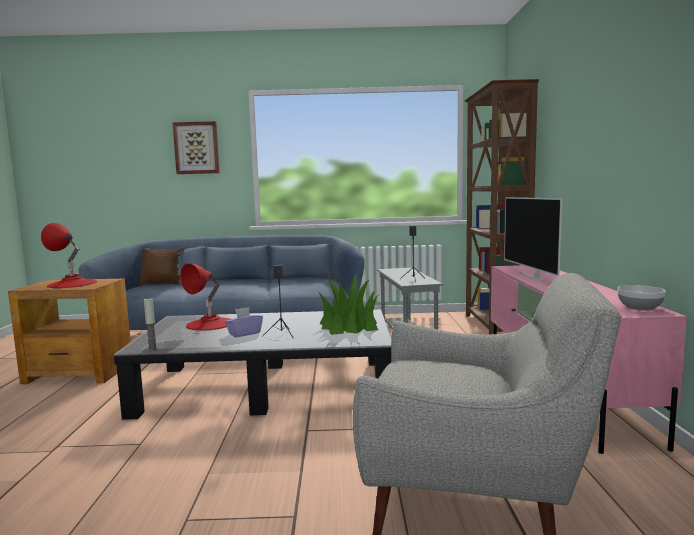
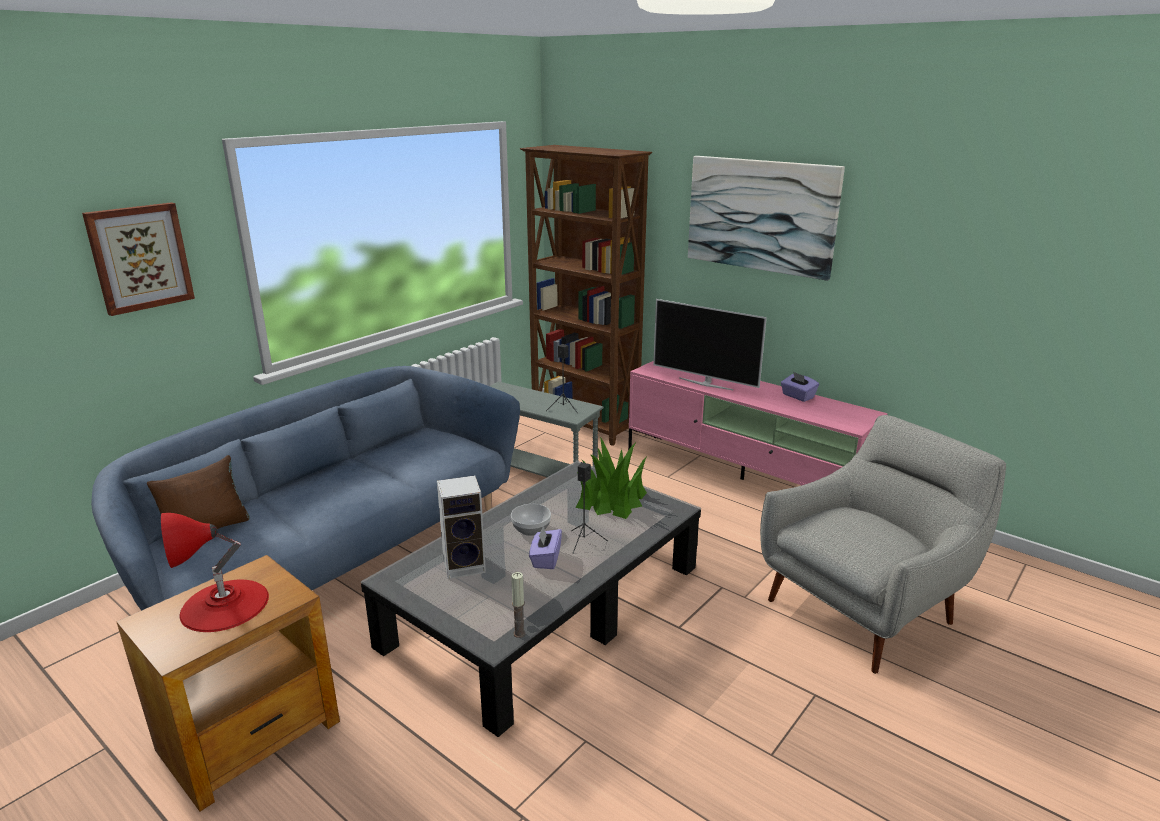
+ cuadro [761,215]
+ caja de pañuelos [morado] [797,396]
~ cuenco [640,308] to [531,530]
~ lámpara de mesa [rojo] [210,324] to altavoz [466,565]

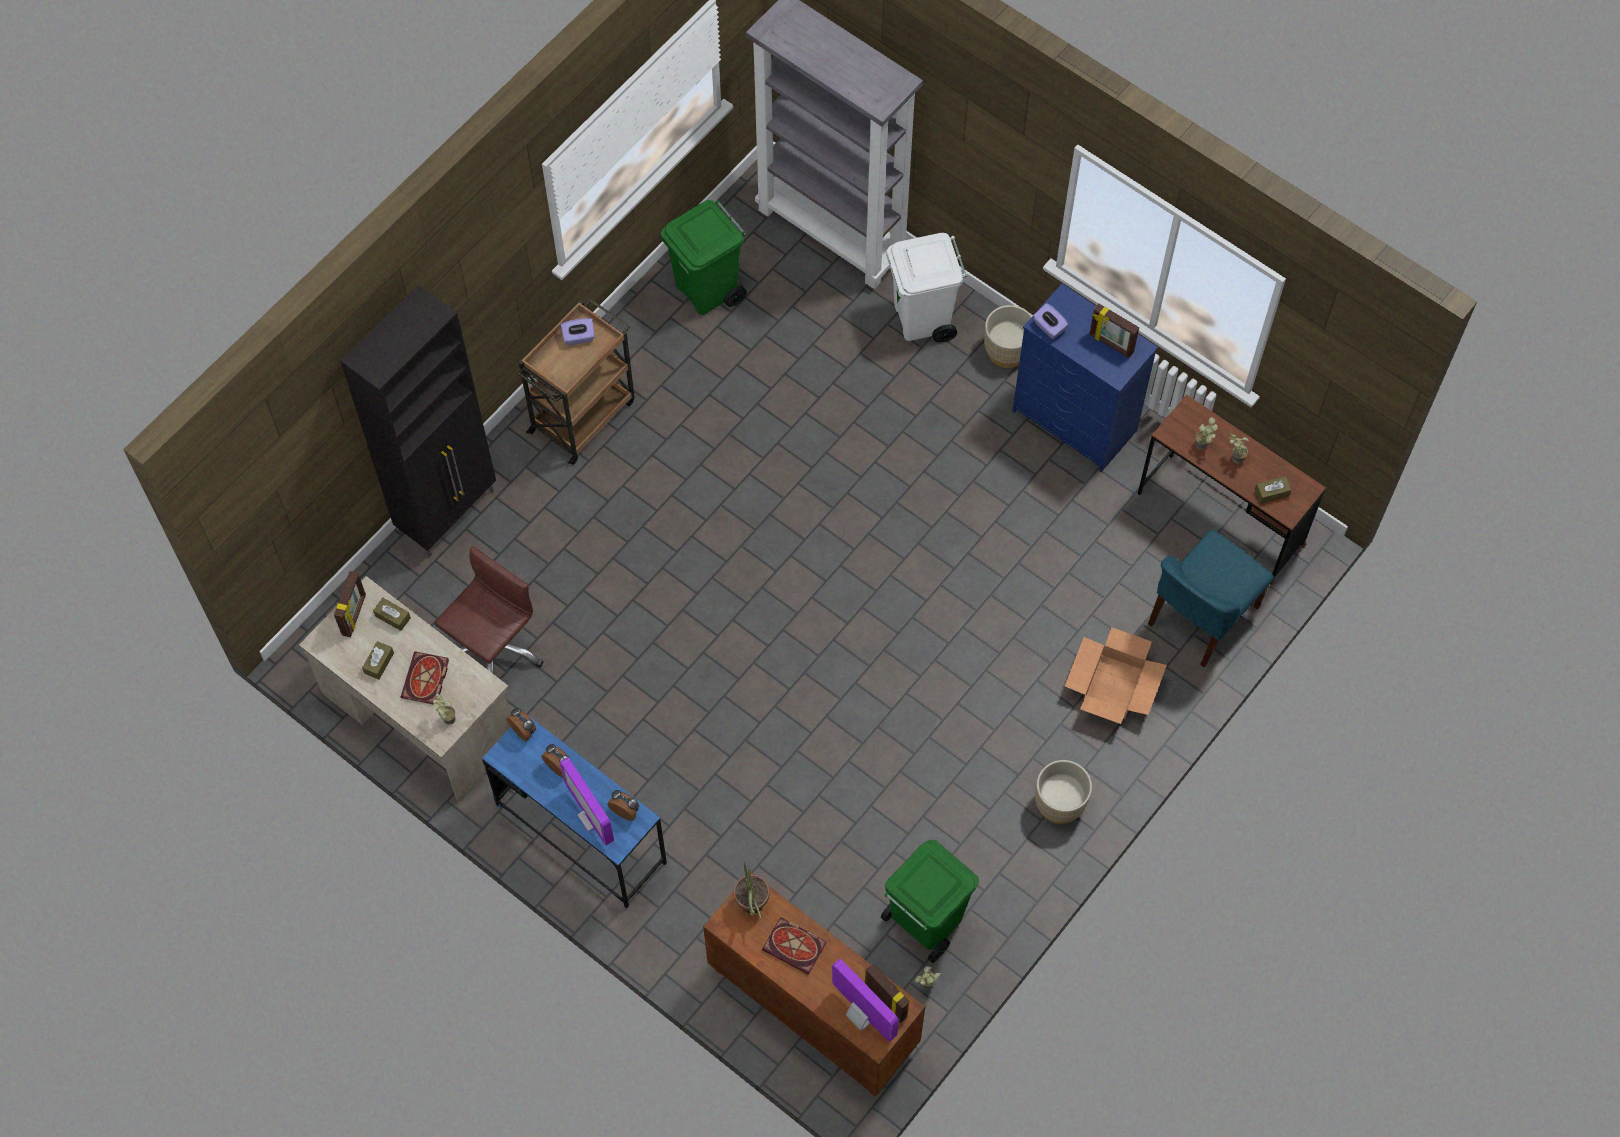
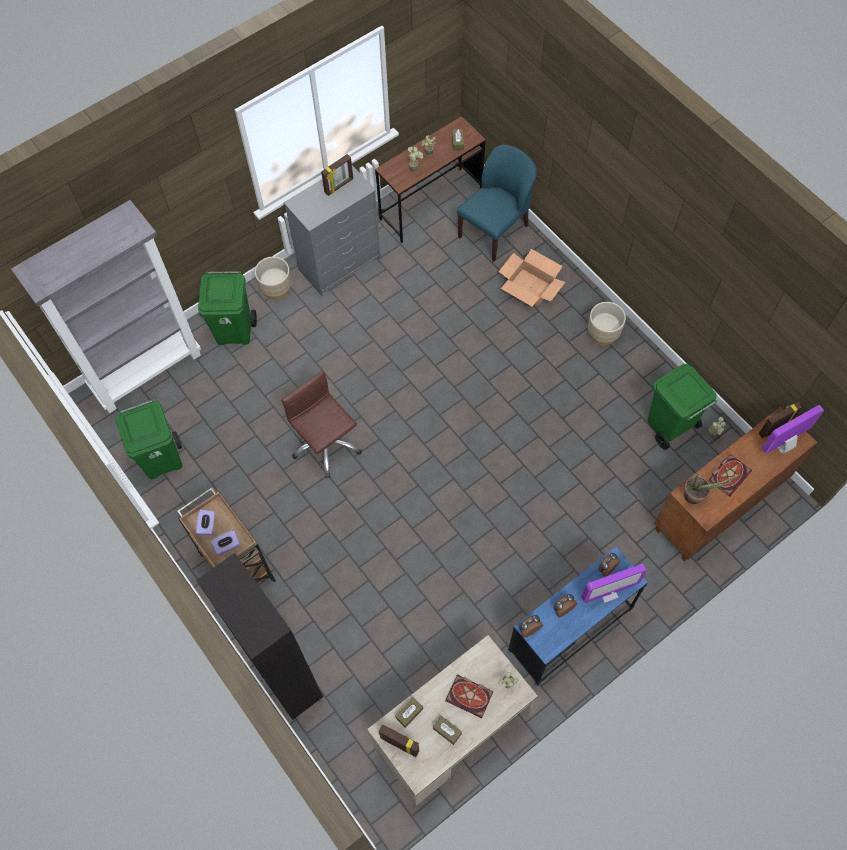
~ silla de oficina [marrón] [493,649] to [326,445]
~ caja de pañuelos [morado] [1049,327] to [227,546]
~ papelera [blanco] [922,319] to papelera [verde] [235,331]
~ cómoda [azul] [1075,421] to cómoda [gris] [340,263]
~ silla [azul] [1201,617] = [494,230] 105 degrees counterclockwise

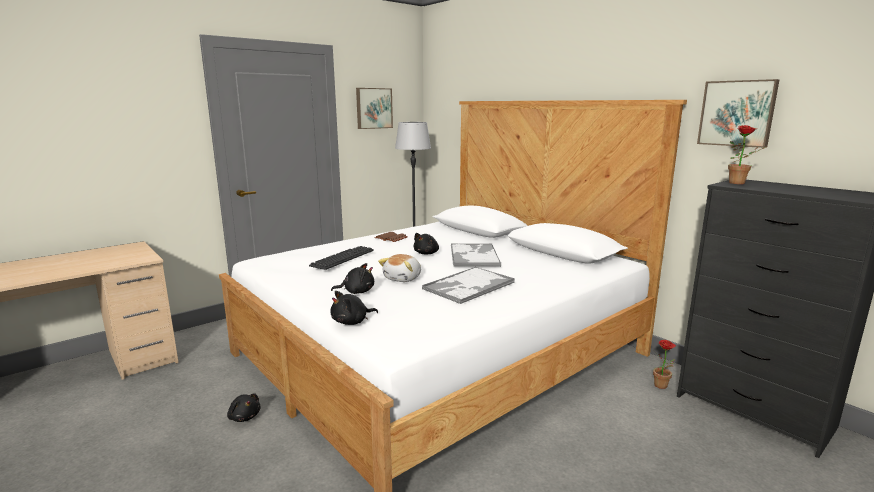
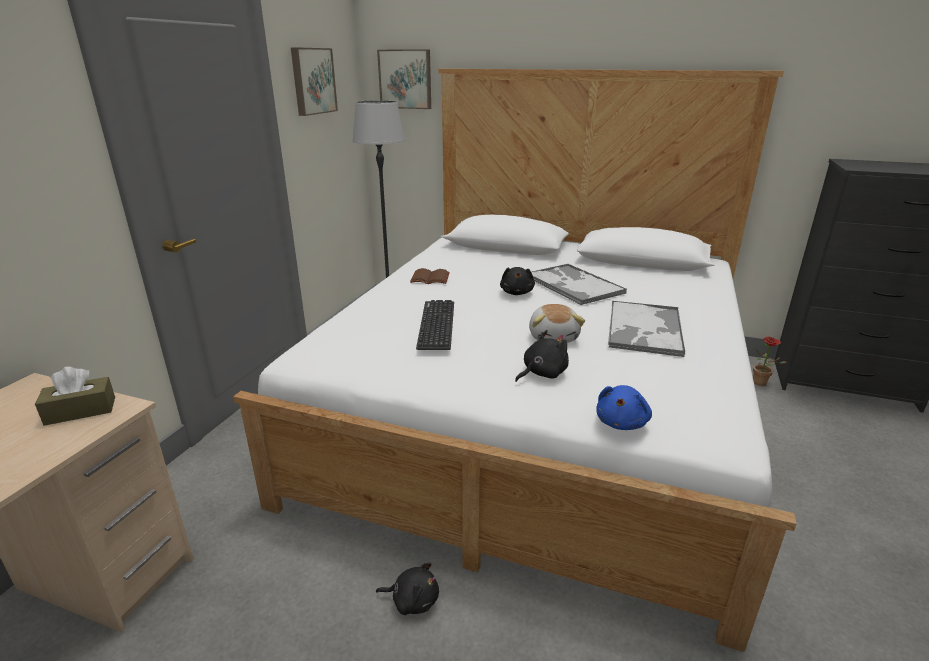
- planta en maceta [740,183]
+ caja de pañuelos [marrón] [80,411]
~ cuadro [737,113] to [406,79]
~ peluche [negro] [352,322] to peluche [azul] [622,422]

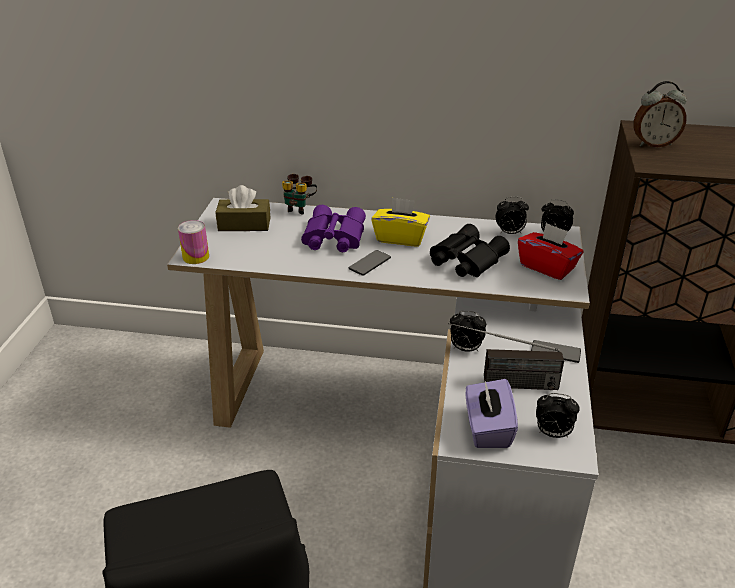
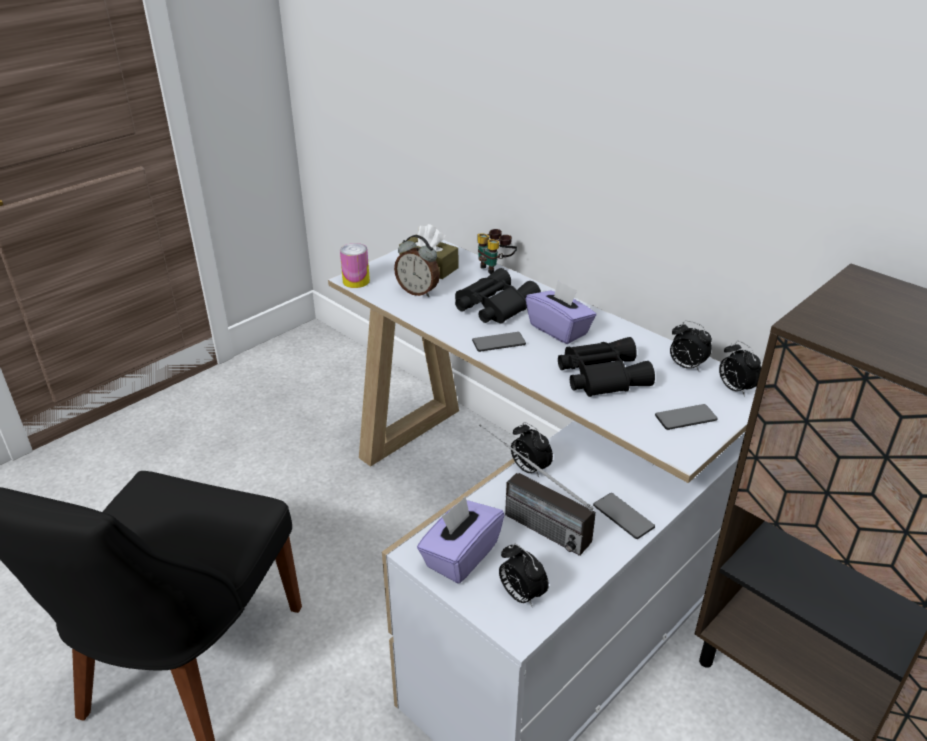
~ despertador [653,144] to [418,291]
~ caja de pañuelos [rojo] [547,267] to móvil [685,418]
~ prismáticos [morado] [332,238] to prismáticos [negro] [493,306]
~ caja de pañuelos [amarillo] [400,238] to caja de pañuelos [morado] [559,329]

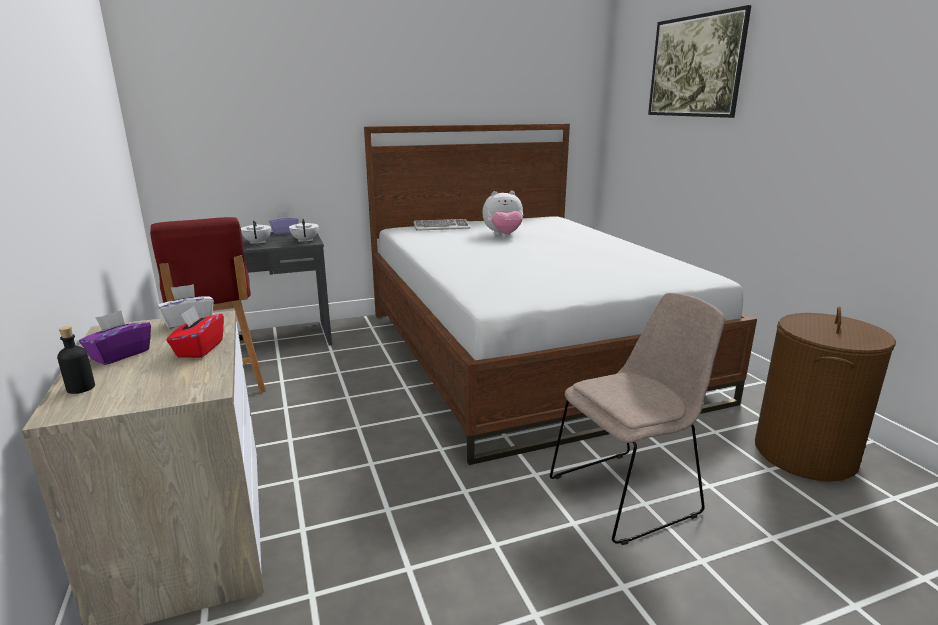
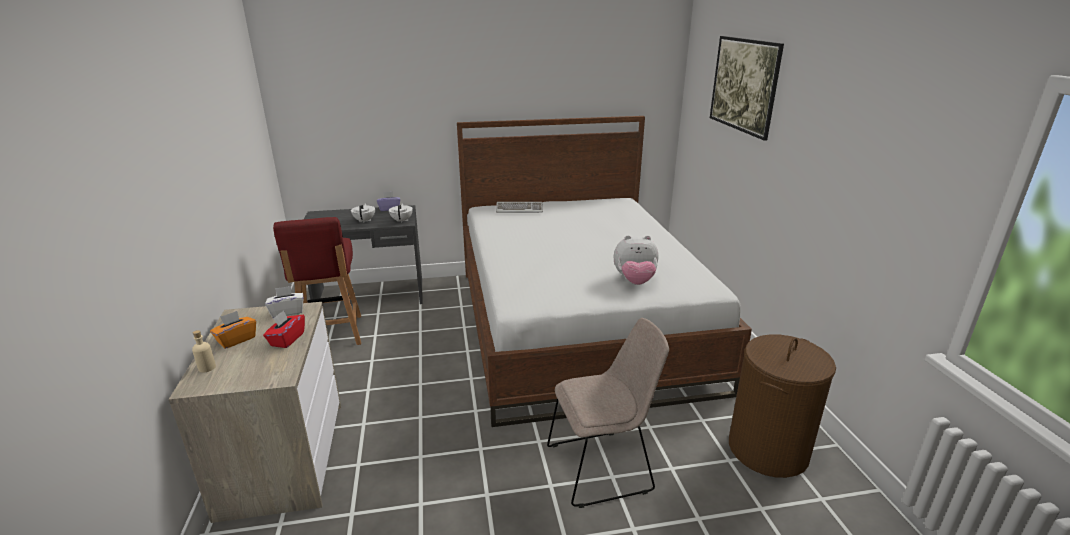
~ peluche [503,235] to [634,281]
~ botella [negro] [81,388] to botella [beis] [207,368]
~ caja de pañuelos [morado] [120,355] to caja de pañuelos [naranja] [236,340]

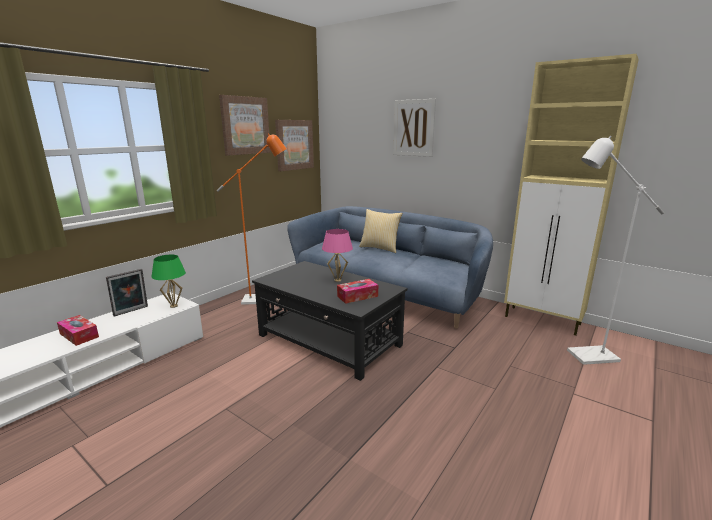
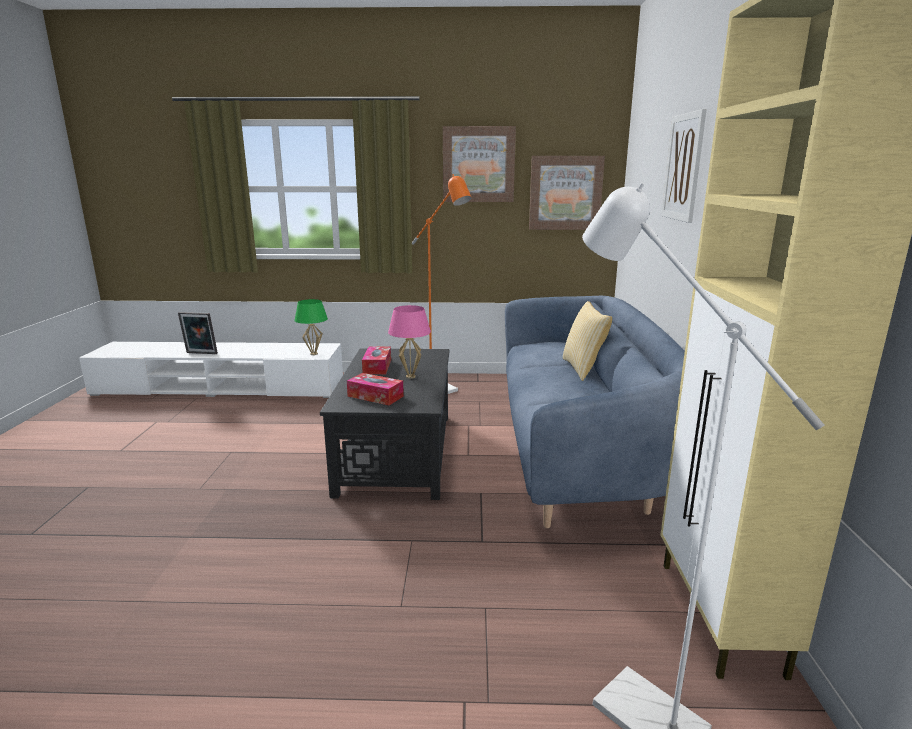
~ caja de pañuelos [79,335] to [377,367]
~ portarretratos [131,311] to [201,353]

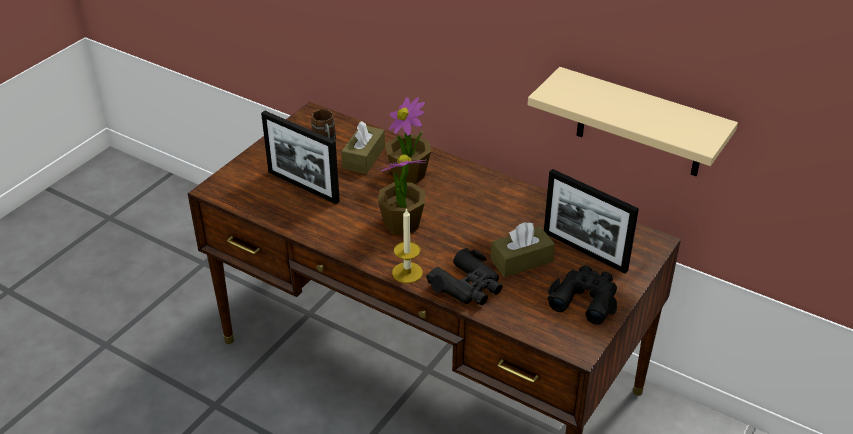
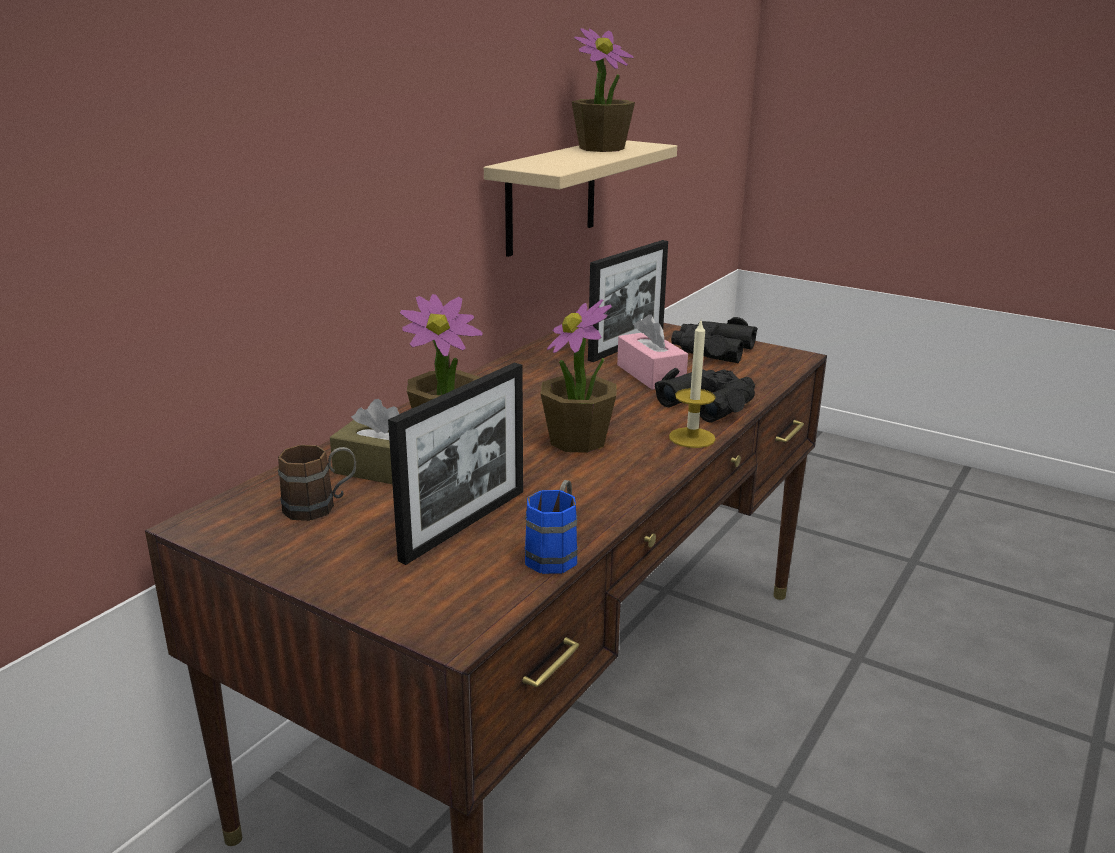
+ taza grande [azul] [555,552]
+ planta en maceta [602,148]
~ caja de pañuelos [marrón] [521,261] to caja de pañuelos [rosa] [650,374]

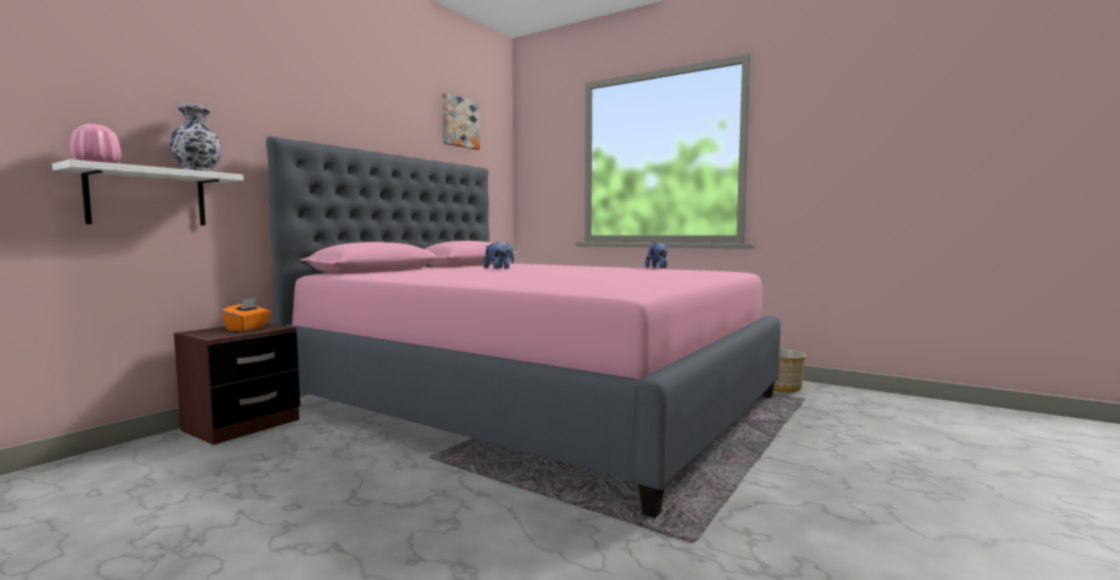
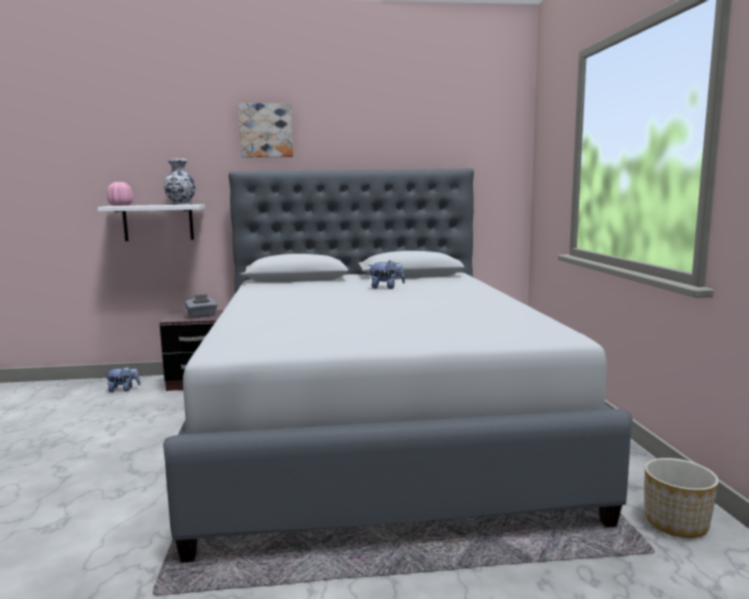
~ cuadro [459,122] to [266,130]
~ peluche [658,268] to [123,389]
~ caja de pañuelos [naranja] [248,328] to caja de pañuelos [gris] [202,315]
~ cama [rosa] [533,401] to cama [gris] [375,427]

